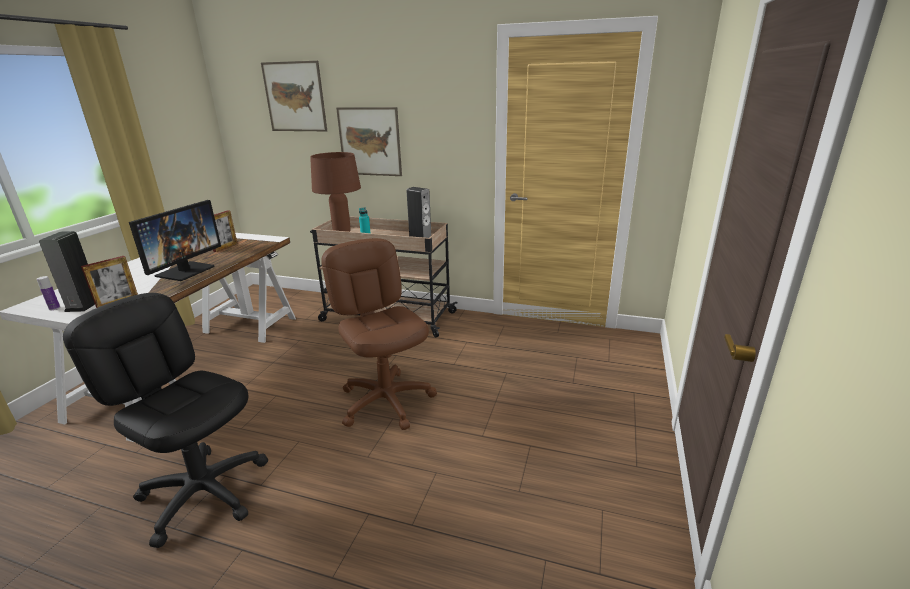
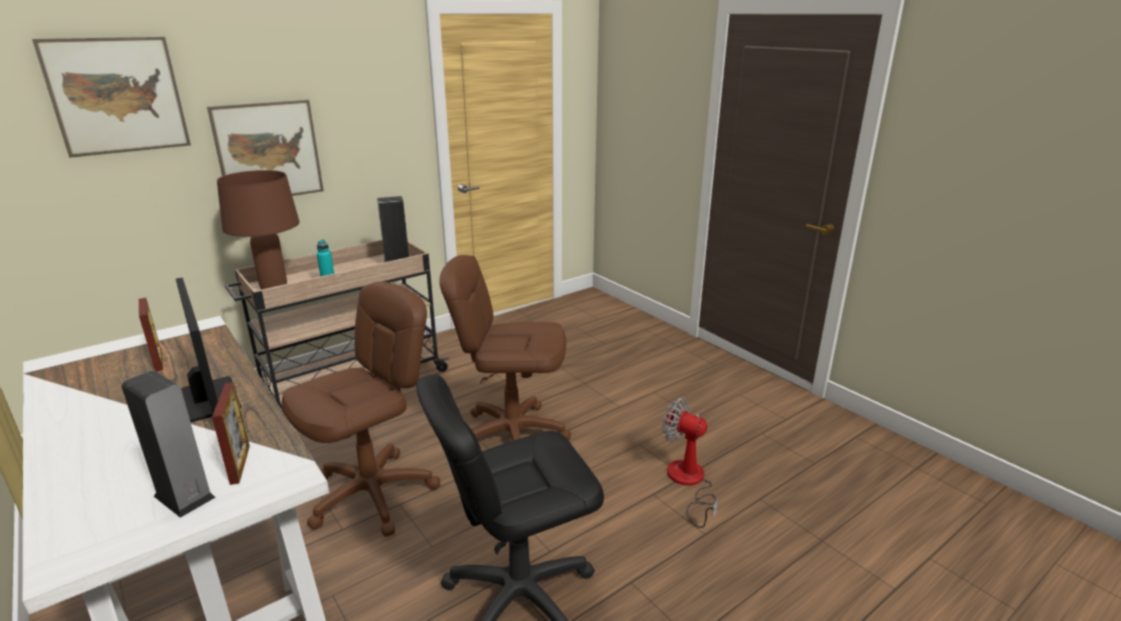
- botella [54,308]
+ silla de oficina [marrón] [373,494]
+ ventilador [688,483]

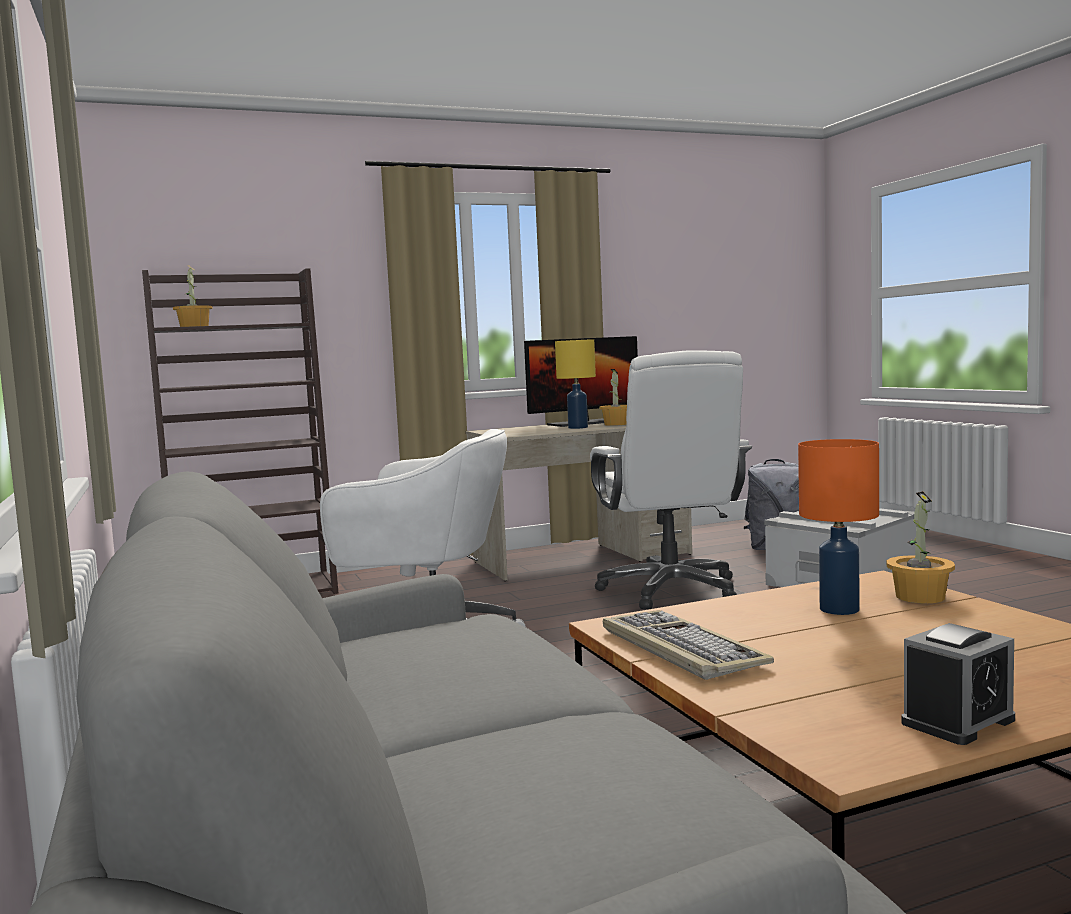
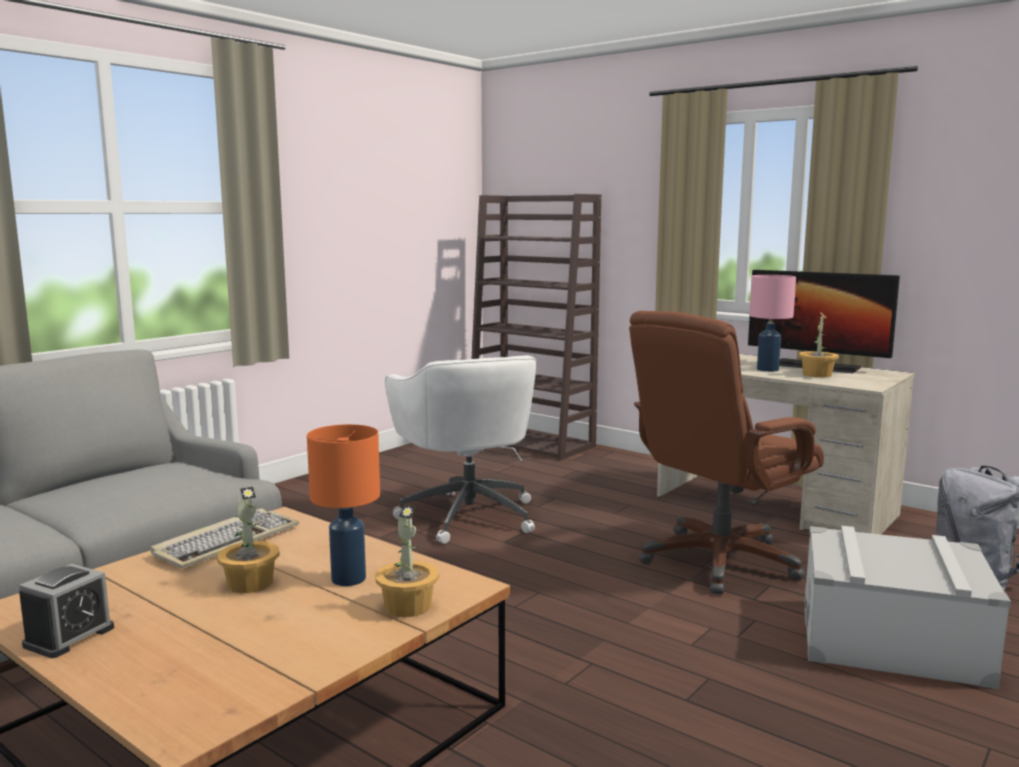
~ planta en maceta [194,327] to [250,583]
~ lámpara de mesa [amarillo] [578,427] to lámpara de mesa [rosa] [768,370]
~ silla de oficina [blanco] [671,590] to silla de oficina [marrón] [719,561]
~ despertador [958,721] = [69,637] 90 degrees counterclockwise

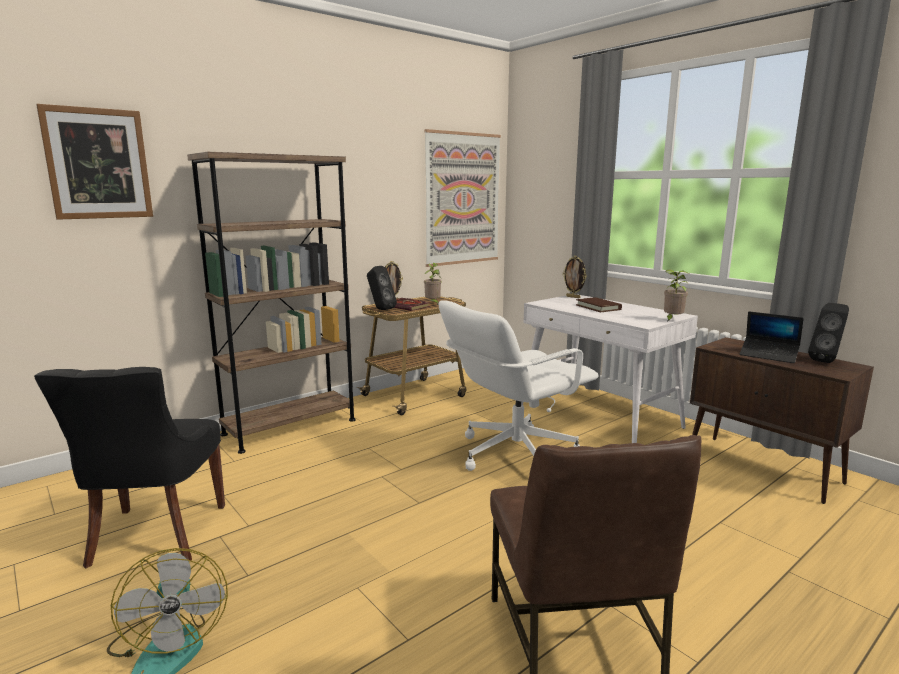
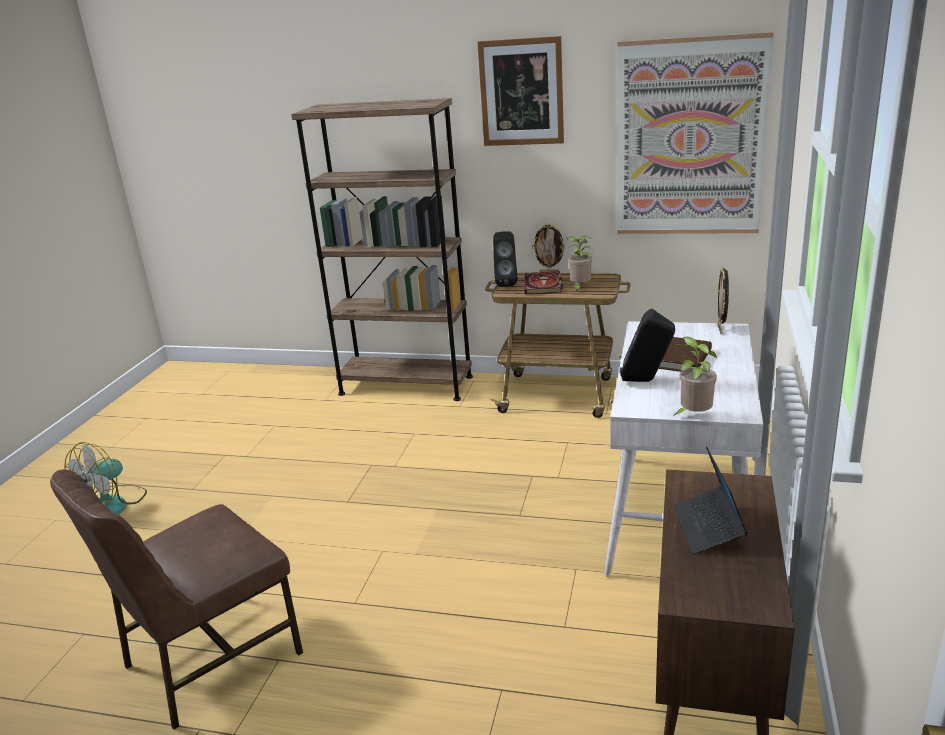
- silla [negro] [155,536]
- silla de oficina [blanco] [514,454]
~ cuadro [98,164] to [521,92]
~ altavoz [negro] [827,361] to [646,381]

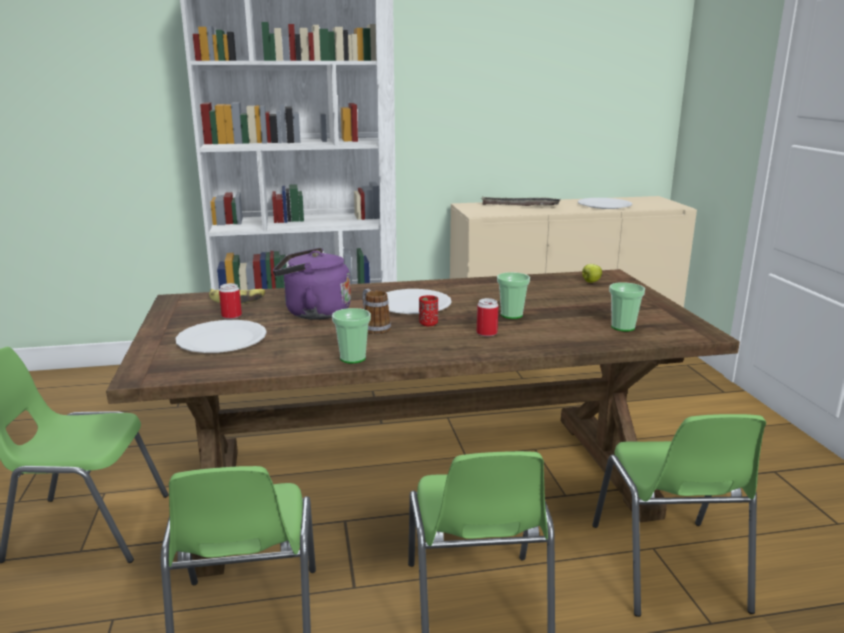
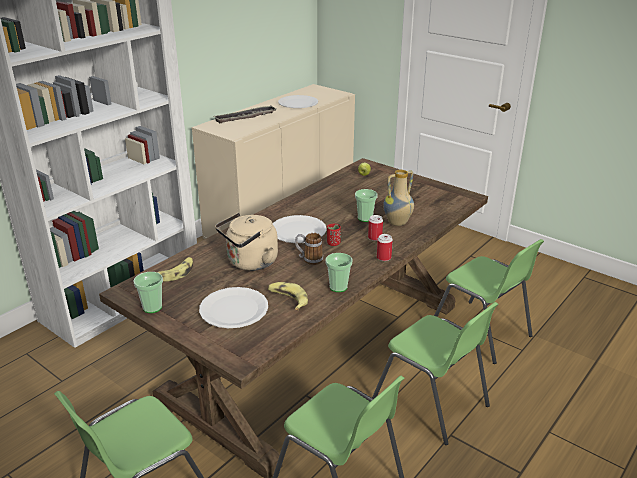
+ plátano [288,299]
+ florero [397,223]
~ lata [231,316] to [383,258]
~ taza [623,327] to [152,307]
~ hervidor [morado] [313,313] to hervidor [beis] [250,263]

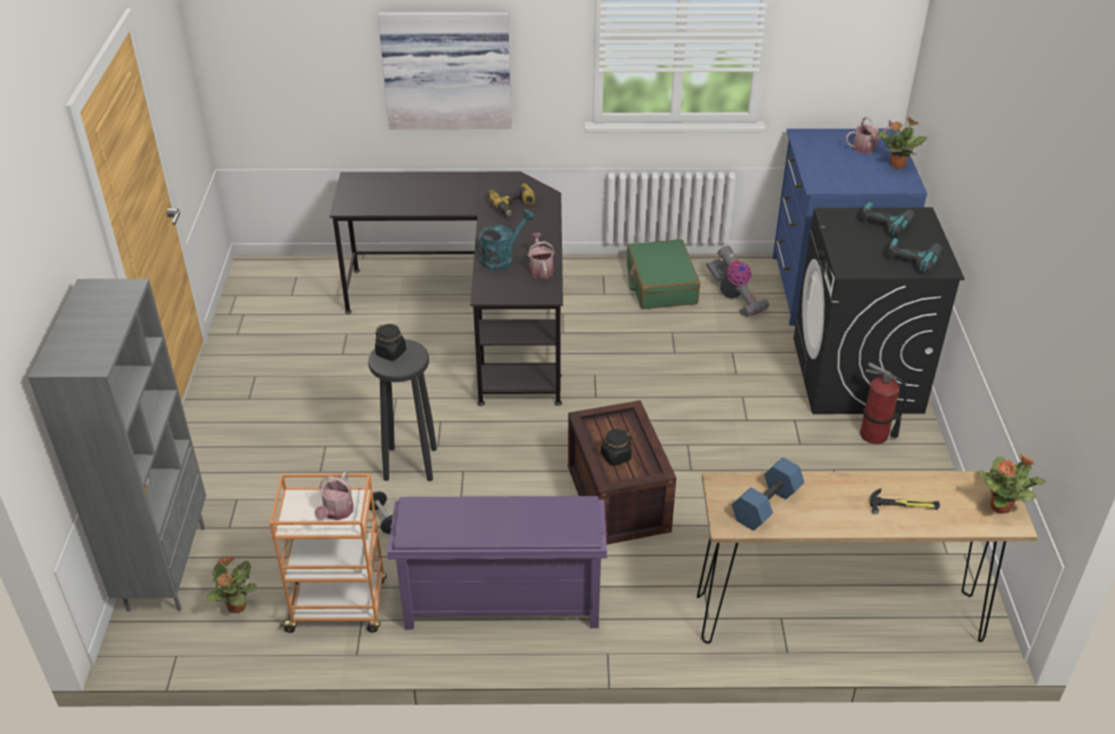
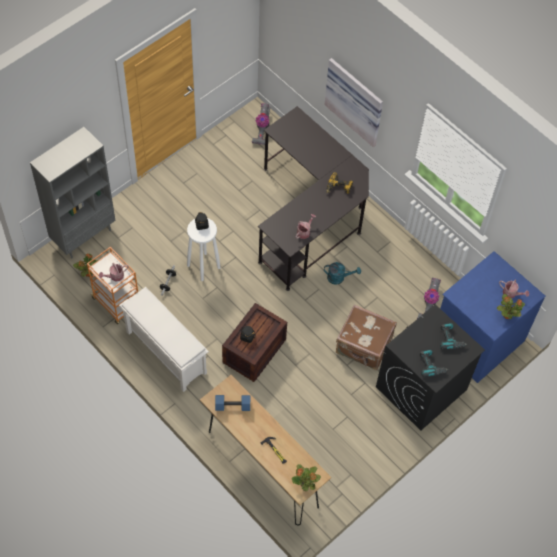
- maleta [verde] [660,285]
- extintor [874,435]
+ aspiradora [262,130]
+ maleta [marrón] [363,346]
~ regadera [turquesa] [502,258] to [339,277]
~ taburete [negro] [409,463] to taburete [blanco] [203,266]
~ zapatero [morado] [500,604] to zapatero [blanco] [165,352]

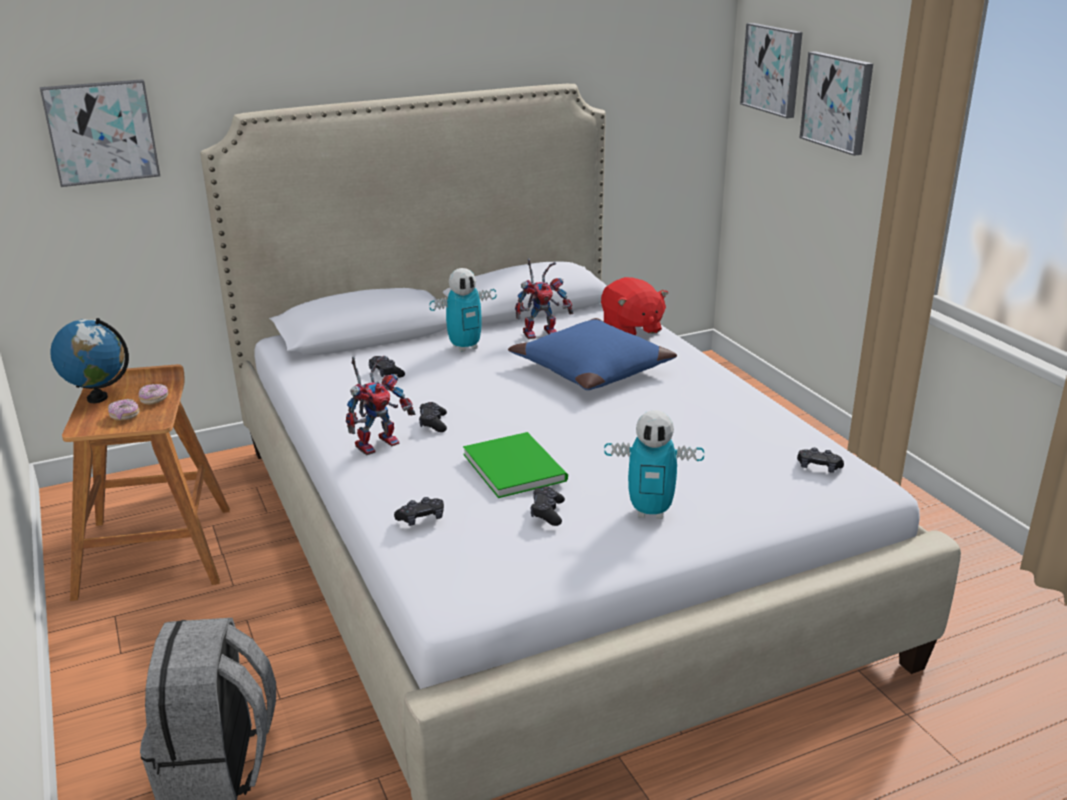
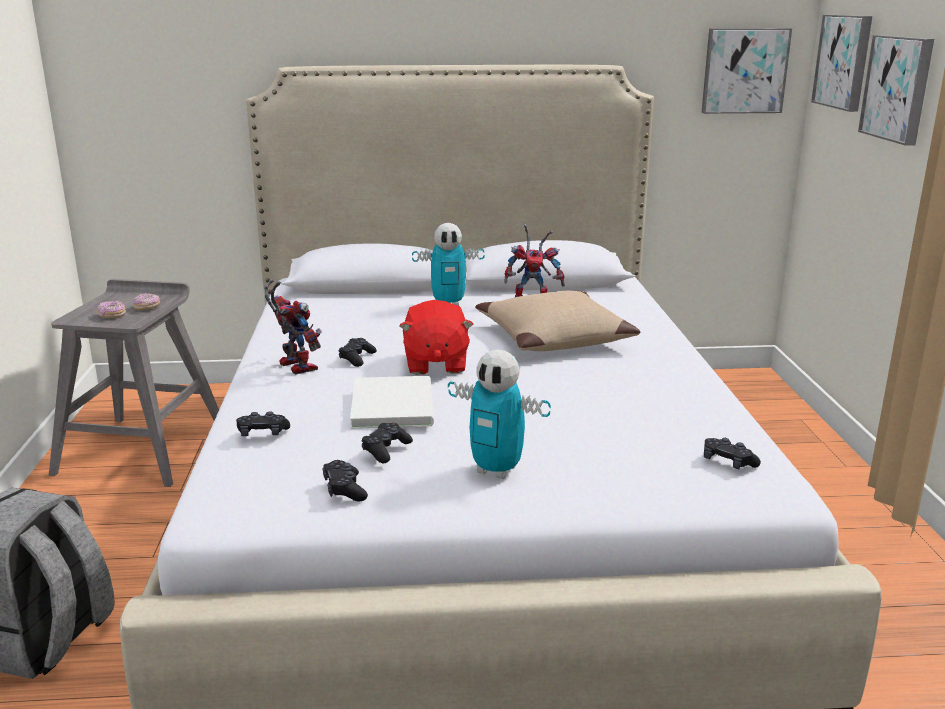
- globo terráqueo [97,398]
~ cuadro [101,132] to [744,71]
~ mando de consola [negro] [386,373] to [344,489]
~ peluche [rojo] [631,328] to [435,364]
~ taburete [marrón] [156,550] to taburete [gris] [143,450]
~ libro [verde] [515,465] to libro [blanco] [395,404]
~ cojín [azul] [591,369] to cojín [beis] [553,337]
~ robot de juguete [378,442] = [293,366] 105 degrees counterclockwise

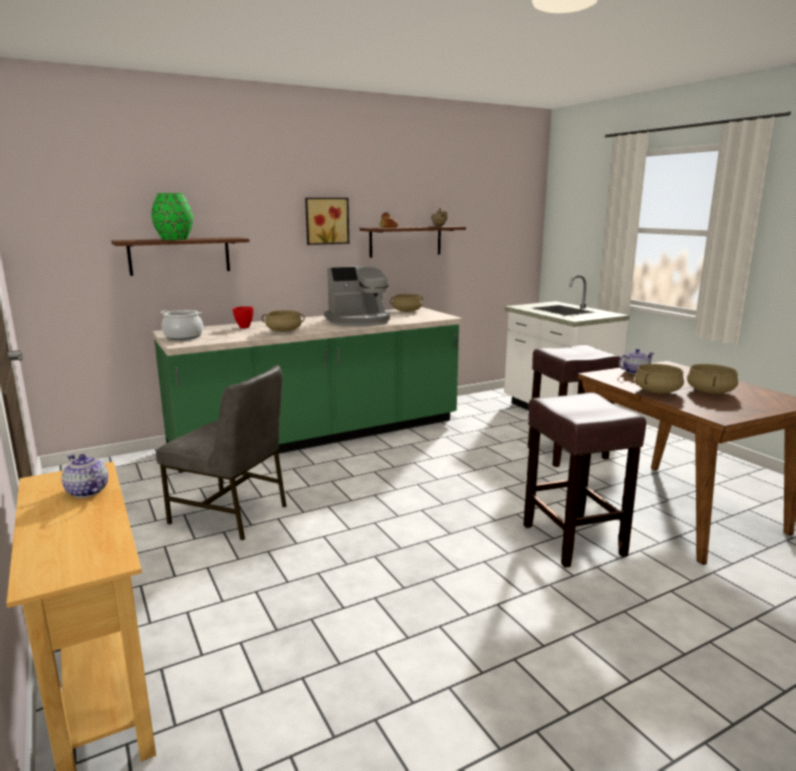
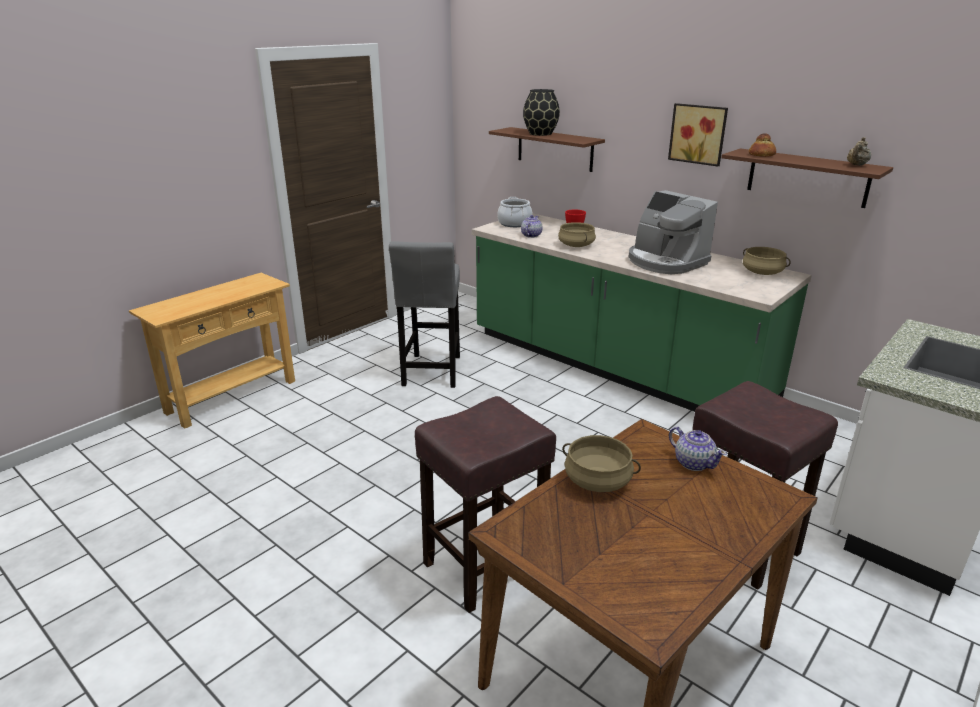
- olla [beis] [710,392]
~ tetera [87,492] to [531,235]
~ silla [gris] [231,514] to taburete [gris] [431,373]
~ florero [verde] [174,239] to florero [negro] [540,133]

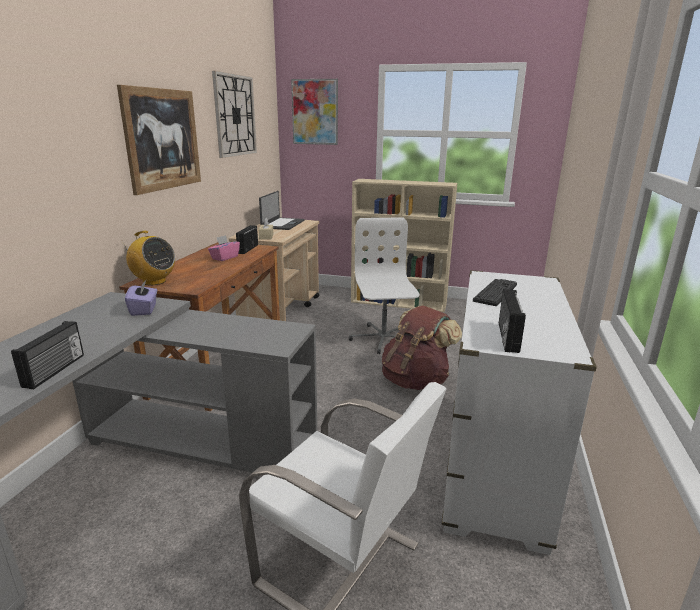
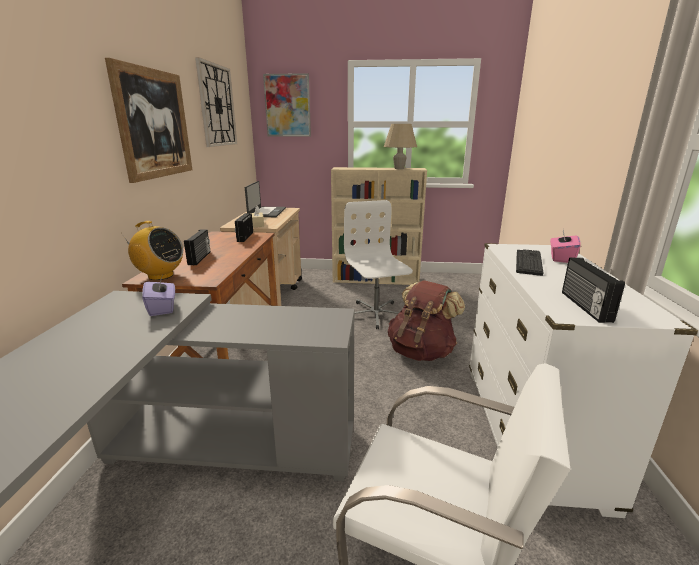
+ lámpara de mesa [beis] [399,168]
~ radio [55,370] to [200,258]
~ caja de pañuelos [rosa] [224,258] to [561,258]

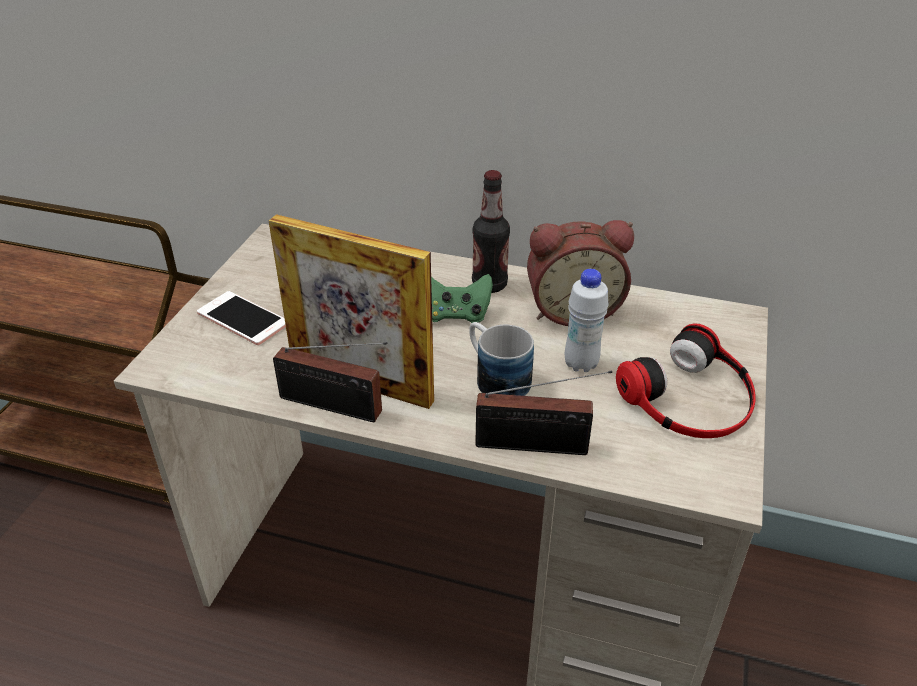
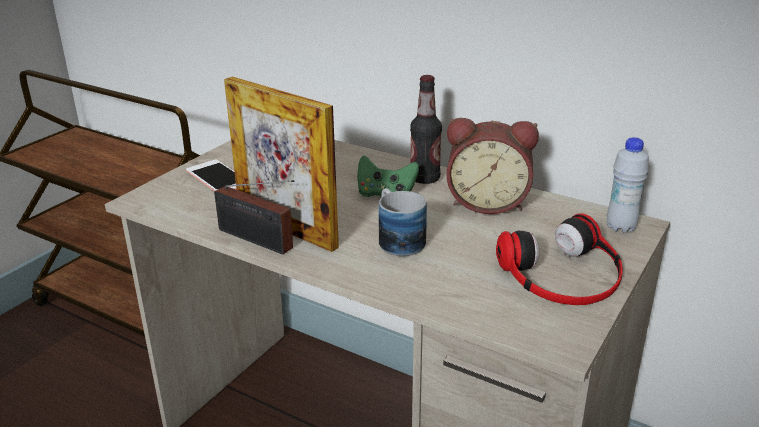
- radio [538,446]
~ botella [blanco] [581,364] to [620,227]

